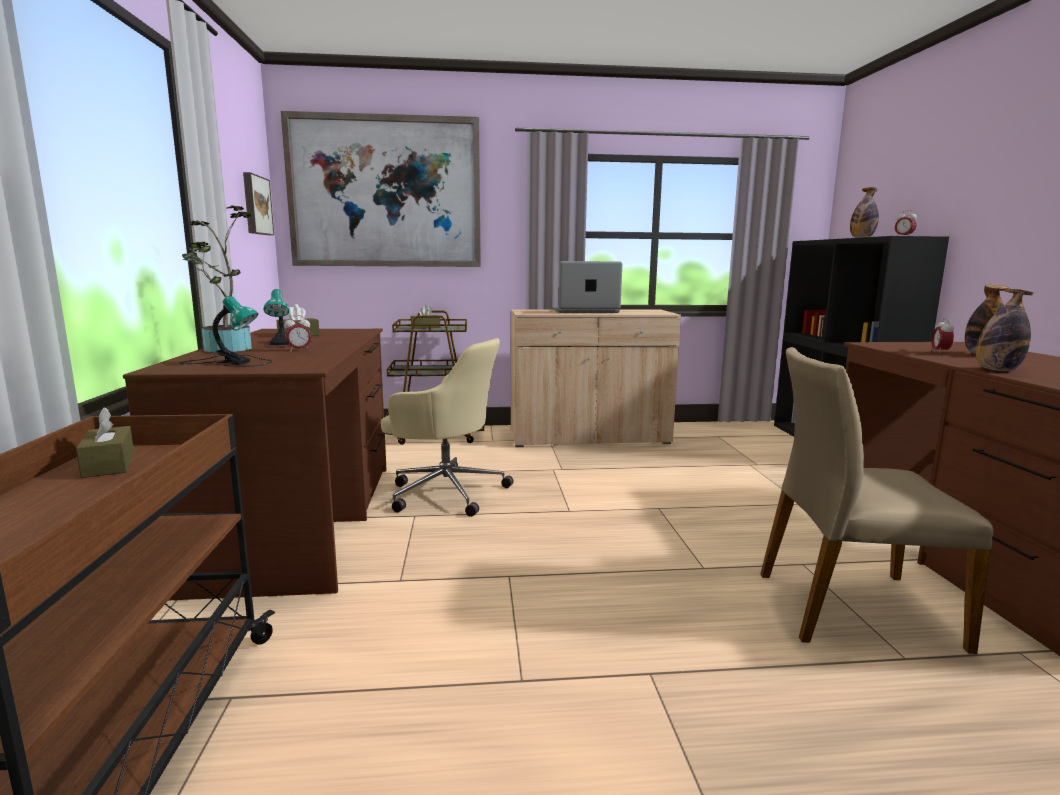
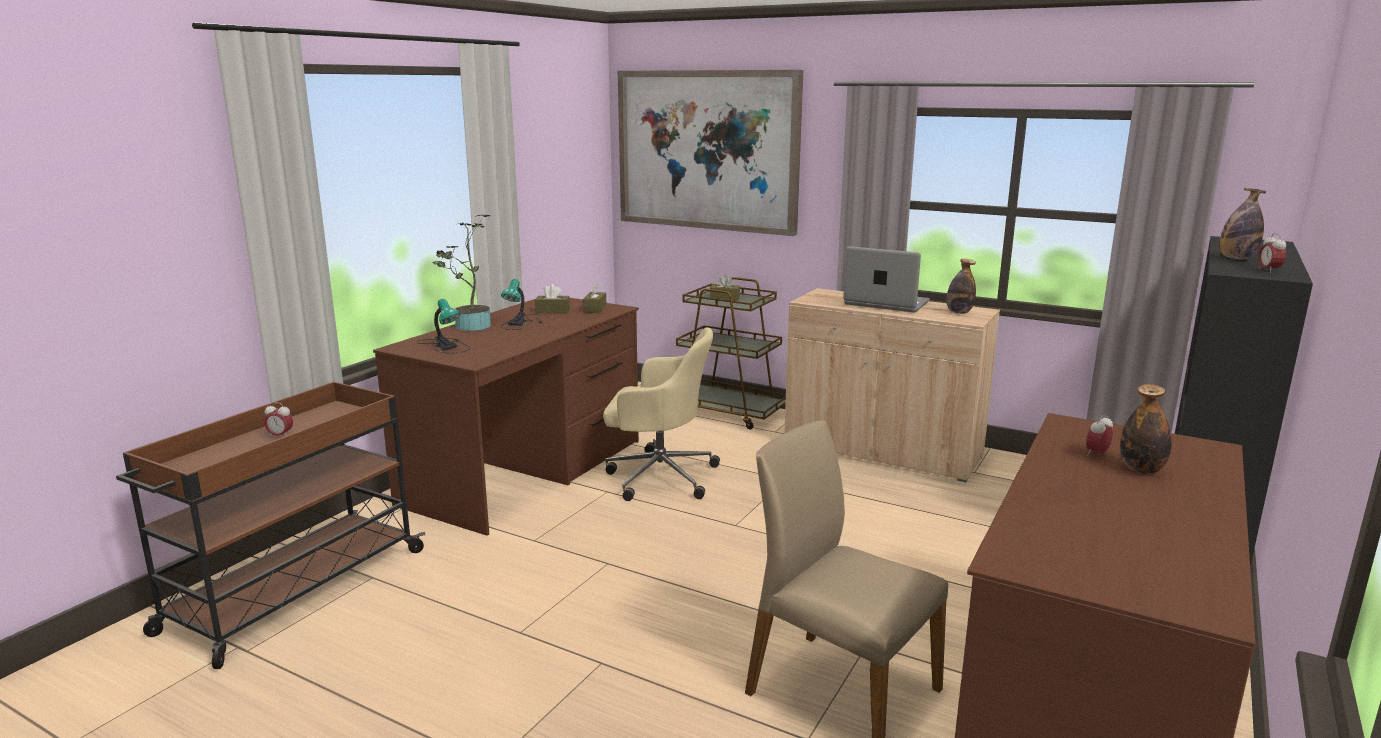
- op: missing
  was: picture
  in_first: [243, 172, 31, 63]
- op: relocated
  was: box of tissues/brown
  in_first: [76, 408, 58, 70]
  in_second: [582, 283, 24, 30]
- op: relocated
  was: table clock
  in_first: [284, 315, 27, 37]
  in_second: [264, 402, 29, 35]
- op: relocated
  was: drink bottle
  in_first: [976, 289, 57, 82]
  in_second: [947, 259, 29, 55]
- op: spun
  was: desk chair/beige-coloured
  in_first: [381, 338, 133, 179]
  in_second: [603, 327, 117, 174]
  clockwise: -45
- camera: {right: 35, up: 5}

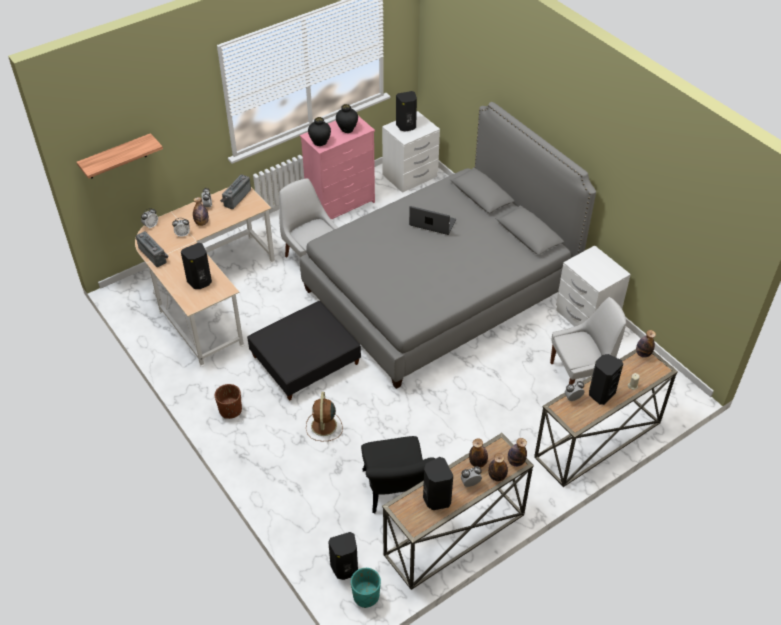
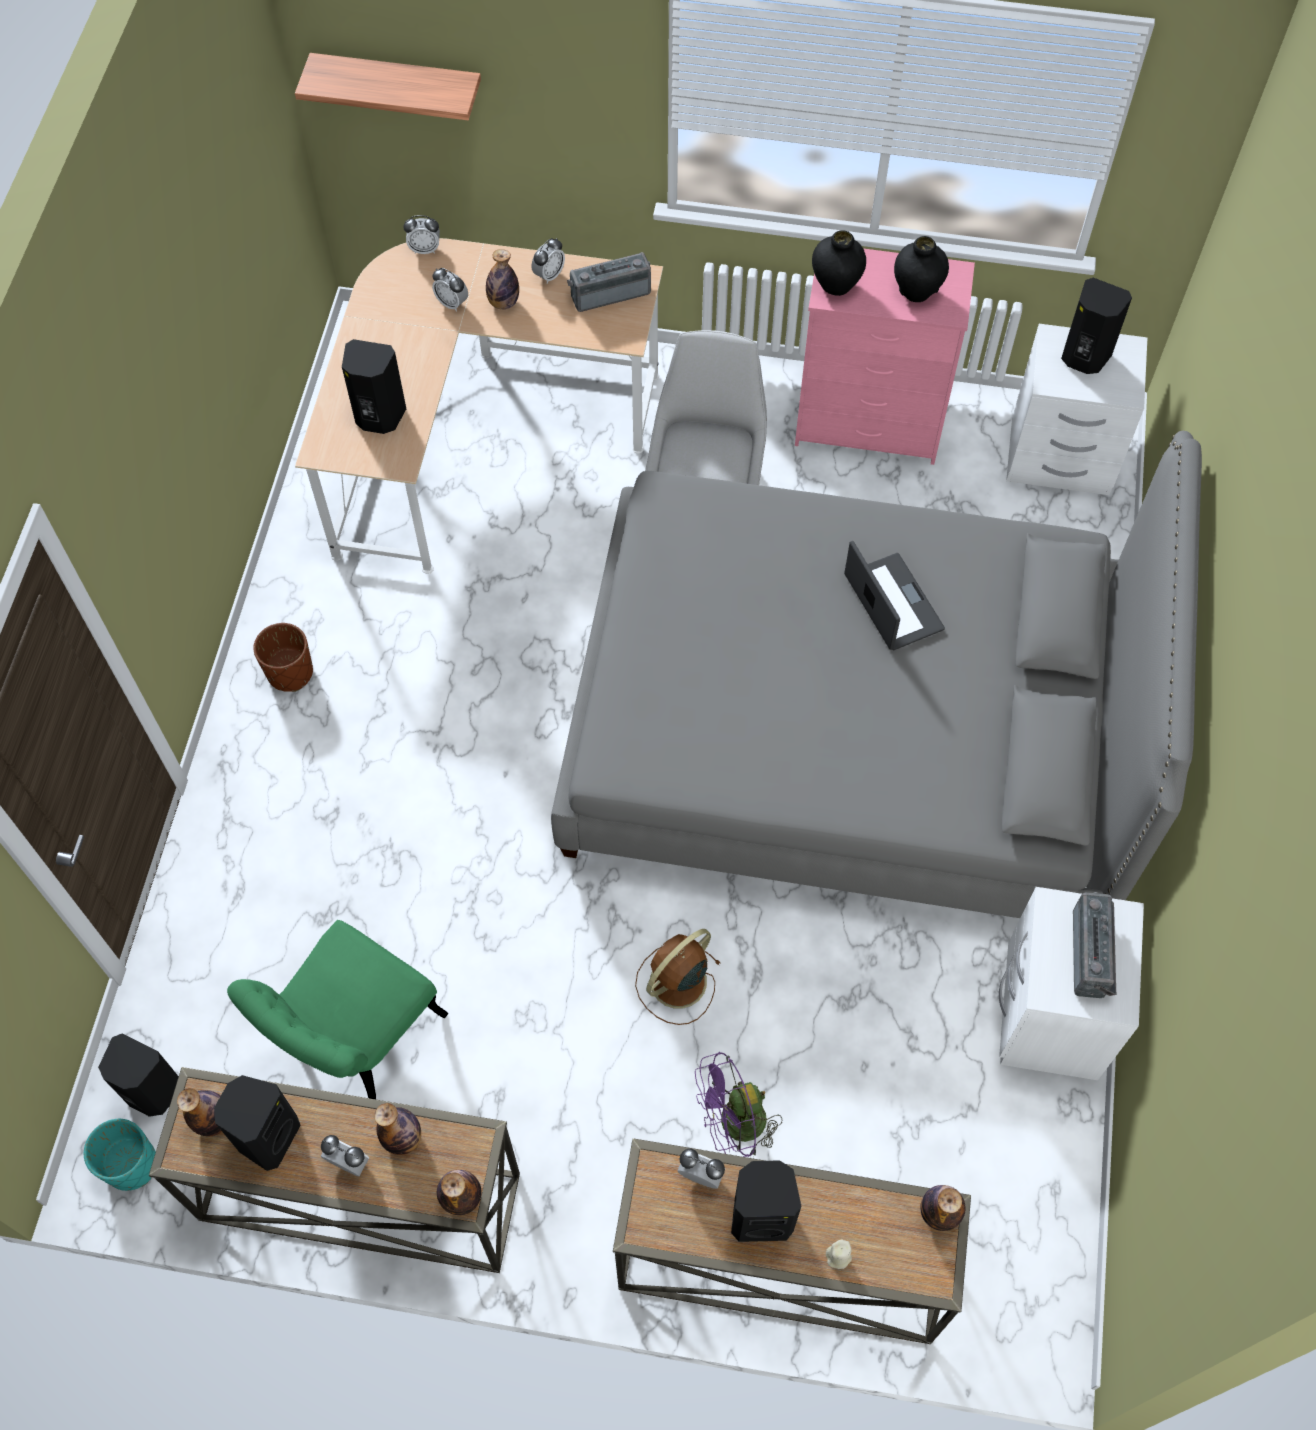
- op: missing
  was: footrest/black-coloured
  in_first: [247, 301, 114, 100]
- op: missing
  was: plain chair/white
  in_first: [550, 297, 76, 87]
- op: appeared
  now: fan/purplish
  in_second: [695, 1052, 87, 106]
- op: relocated
  was: radio
  in_first: [136, 231, 33, 36]
  in_second: [1073, 892, 43, 106]
- op: relocated
  was: fan/brown
  in_first: [306, 392, 37, 49]
  in_second: [635, 929, 86, 96]
- op: relocated
  was: drink bottle
  in_first: [488, 453, 20, 29]
  in_second: [177, 1088, 45, 48]
- op: colour
  was: plain chair/black-coloured
  now: plain chair/green-coloured
  in_first: [361, 436, 74, 78]
  in_second: [227, 920, 222, 179]
- camera: {right: 45, up: 15}

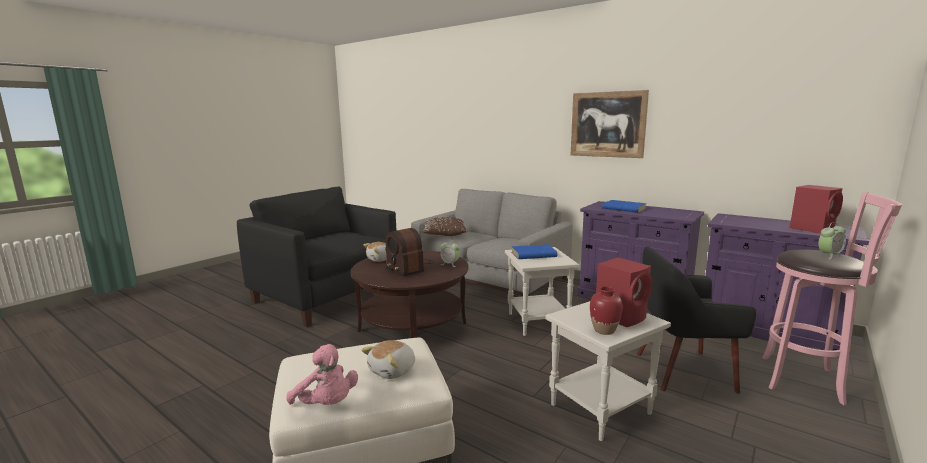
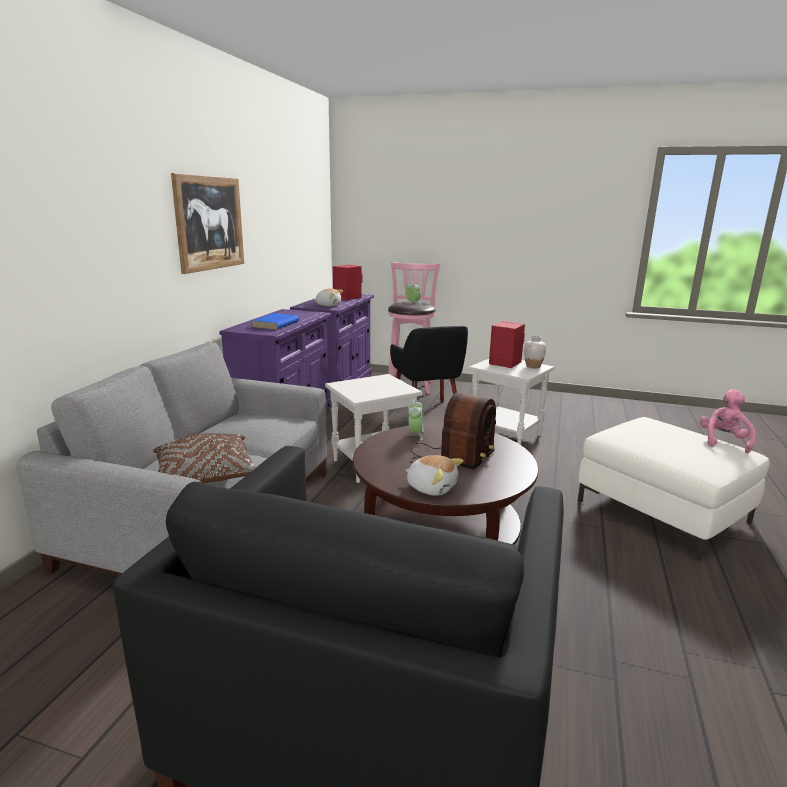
- op: missing
  was: book/bluish
  in_first: [511, 244, 46, 15]
- op: relocated
  was: soft toy
  in_first: [361, 340, 54, 39]
  in_second: [314, 289, 29, 17]
- op: colour
  was: vase/red-coloured
  now: vase/white
  in_first: [590, 286, 33, 49]
  in_second: [524, 336, 22, 32]
- camera: {right: -110, up: 5}

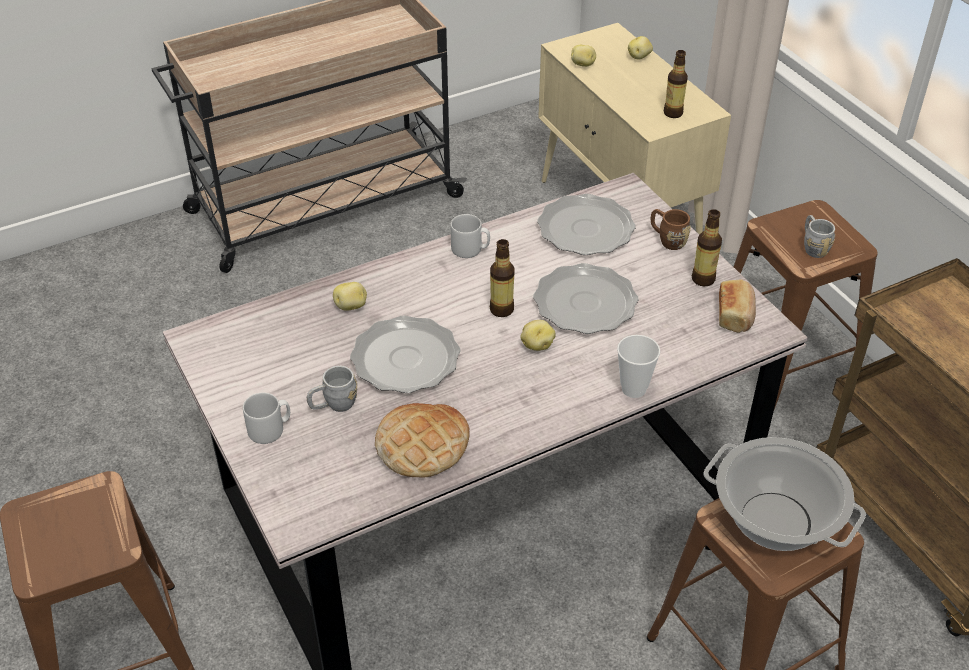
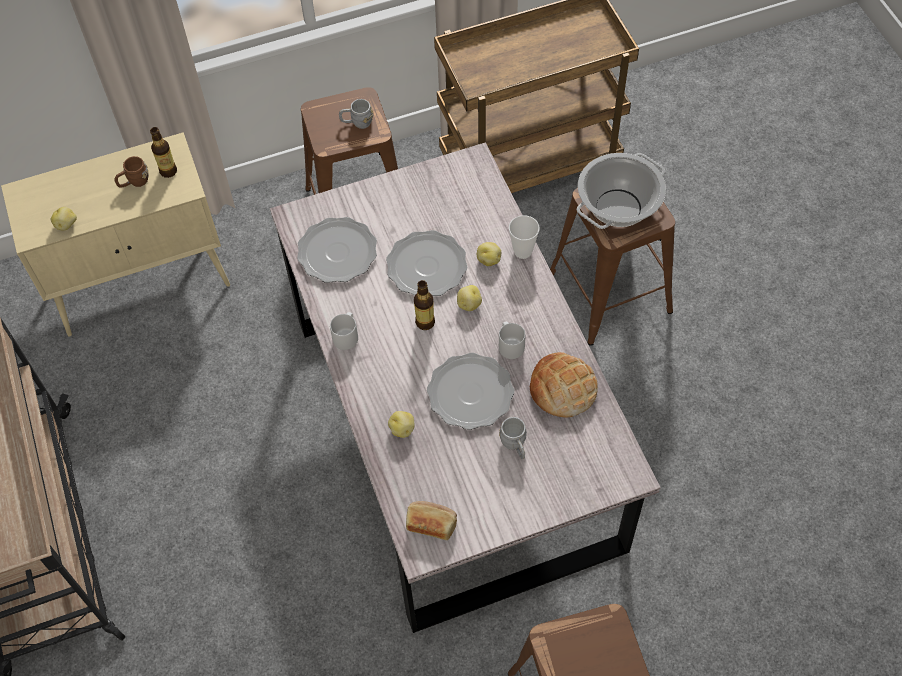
- op: missing
  was: drink bottle
  in_first: [692, 209, 30, 78]
- op: relocated
  was: tea mug/grey
  in_first: [243, 393, 47, 51]
  in_second: [499, 322, 27, 37]
- op: relocated
  was: potato
  in_first: [628, 36, 25, 24]
  in_second: [477, 242, 24, 24]
- op: relocated
  was: tea mug/brown
  in_first: [651, 209, 40, 41]
  in_second: [114, 156, 35, 31]
- op: relocated
  was: bread
  in_first: [719, 279, 37, 54]
  in_second: [406, 501, 51, 39]
- camera: {right: -80, up: 15}

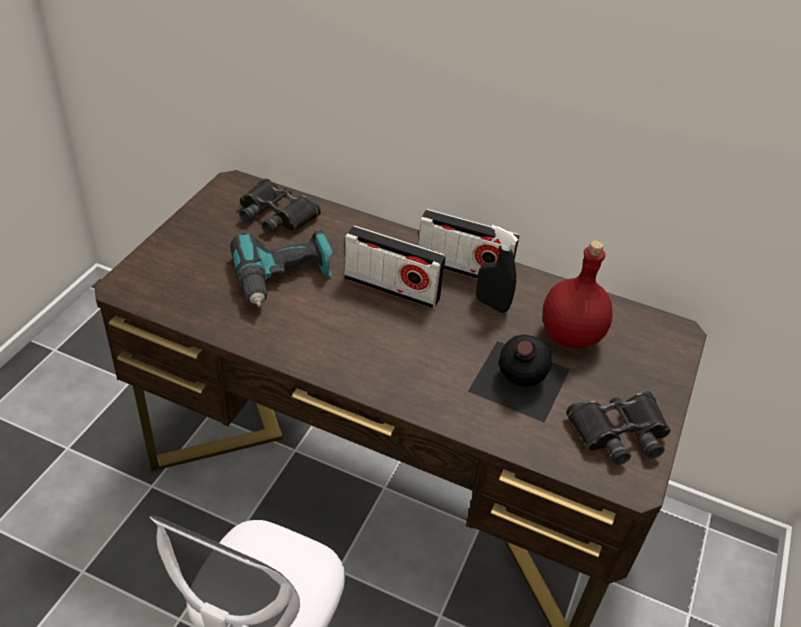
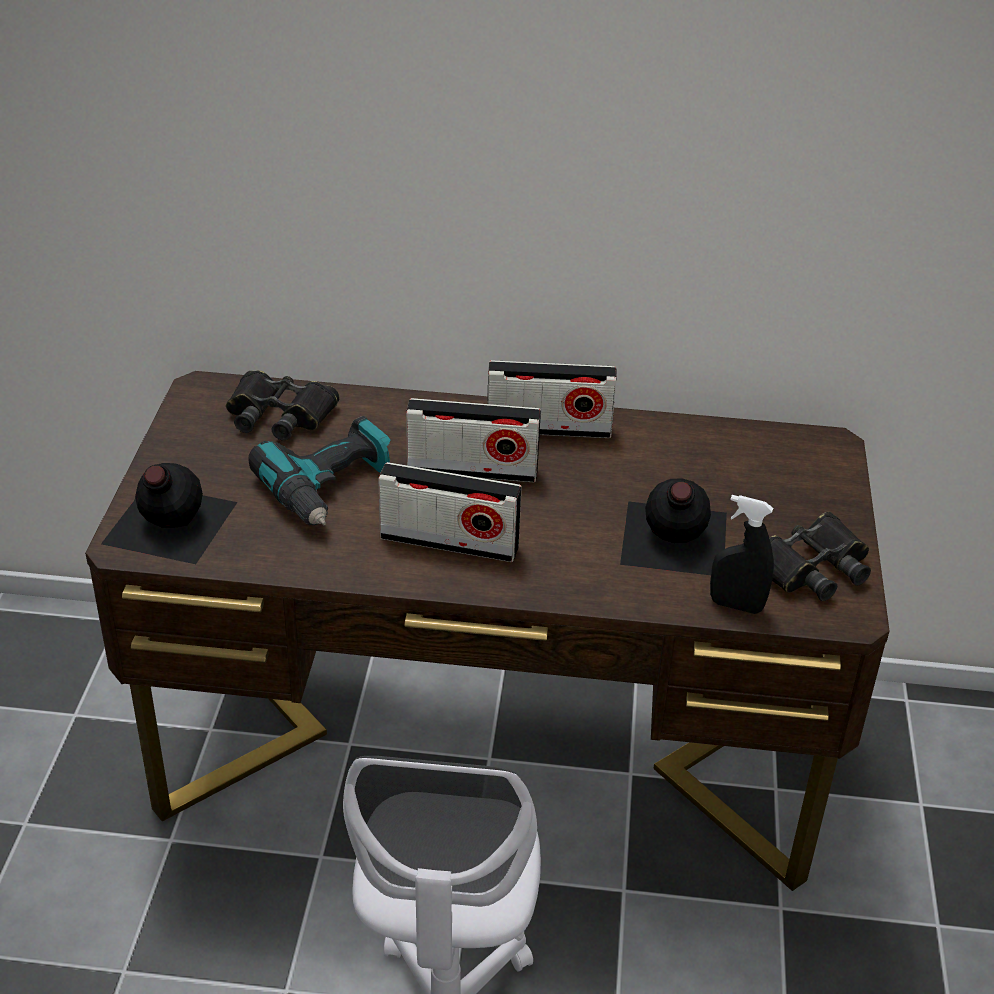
- op: missing
  was: drink bottle/red-coloured
  in_first: [542, 240, 71, 108]
- op: appeared
  now: drink bottle/black-coloured
  in_second: [101, 463, 137, 101]
- op: appeared
  now: radio
  in_second: [378, 462, 144, 100]
- op: relocated
  was: hand sprayer/black-coloured
  in_first: [476, 225, 42, 88]
  in_second: [710, 495, 64, 119]
- camera: {right: -15, up: -5}

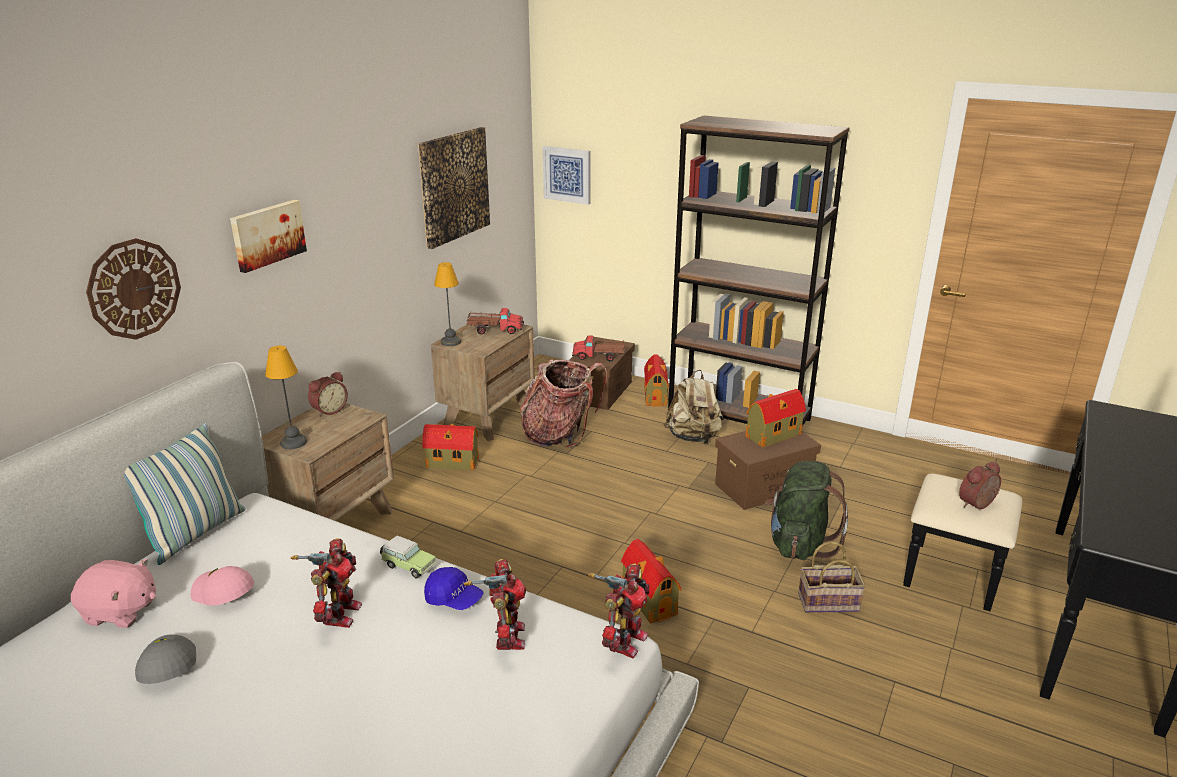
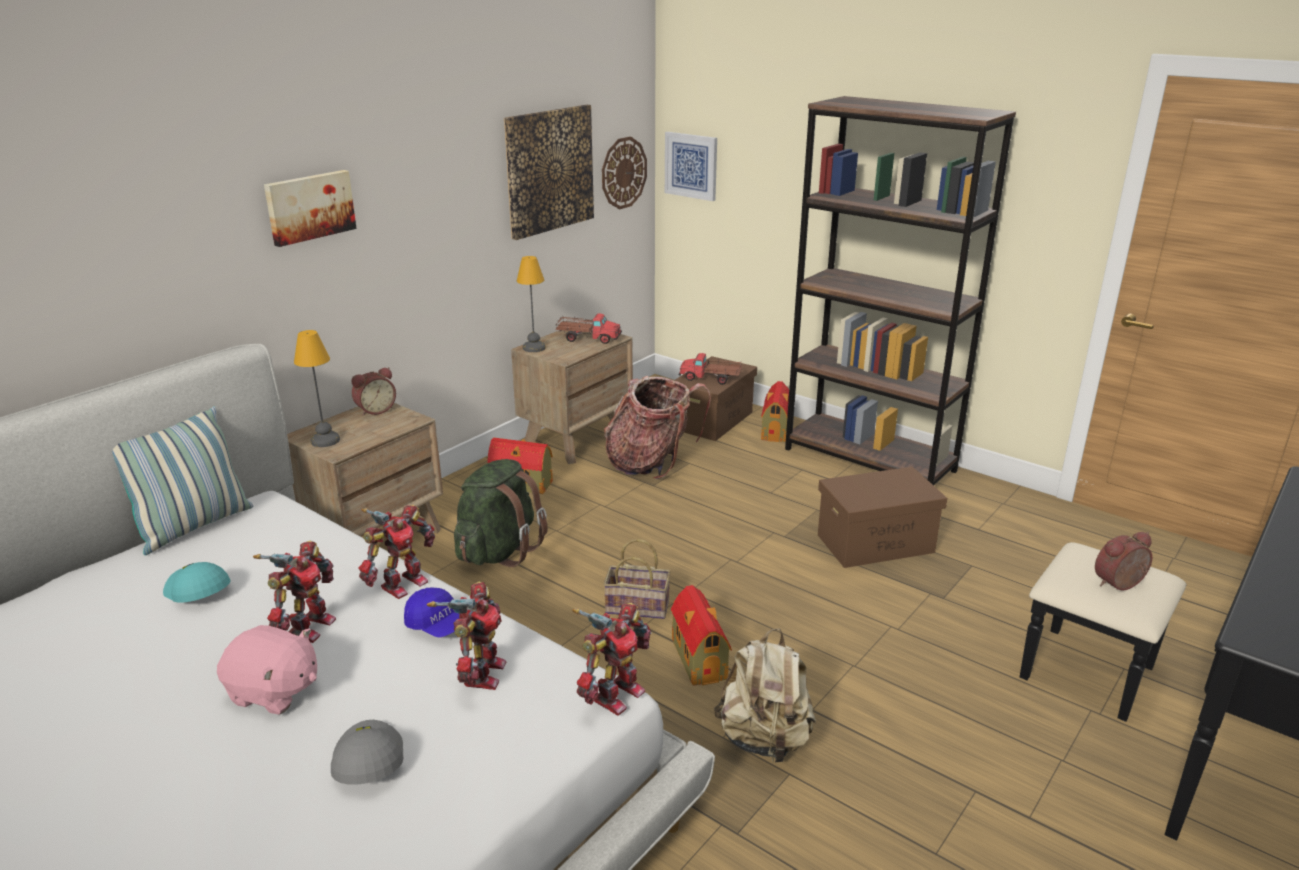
- op: missing
  was: toy house
  in_first: [746, 389, 60, 58]
- op: relocated
  was: soft toy/pink
  in_first: [71, 559, 85, 69]
  in_second: [217, 625, 100, 90]
- op: relocated
  was: wall clock
  in_first: [86, 238, 95, 102]
  in_second: [602, 137, 45, 72]
- op: relocated
  was: baseball cap/grey
  in_first: [135, 634, 61, 50]
  in_second: [331, 720, 72, 65]
- op: relocated
  was: rucksack/beige-coloured
  in_first: [664, 370, 60, 74]
  in_second: [714, 629, 102, 133]
- op: relocated
  was: rucksack/green-coloured
  in_first: [765, 461, 83, 99]
  in_second: [454, 459, 94, 108]
- op: relocated
  was: basket
  in_first: [798, 541, 67, 72]
  in_second: [603, 539, 68, 80]
- op: exchanged
  was: toy car
  now: toy robot
  in_first: [380, 536, 56, 42]
  in_second: [359, 505, 76, 94]
- op: colour
  was: baseball cap/pink
  now: baseball cap/turquoise-coloured
  in_first: [191, 566, 63, 40]
  in_second: [163, 562, 67, 41]
- camera: {right: 10, up: 0}

